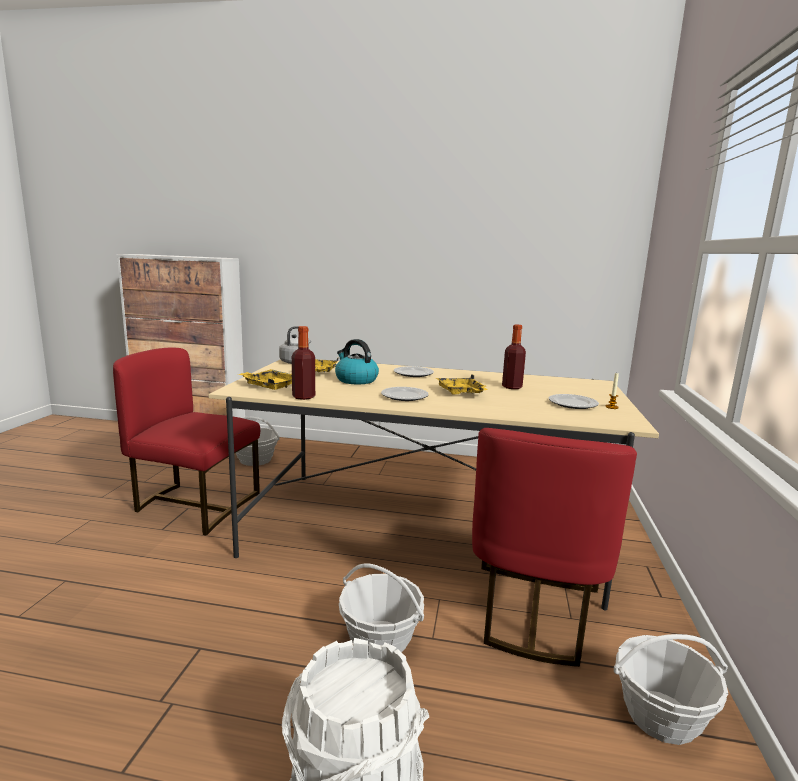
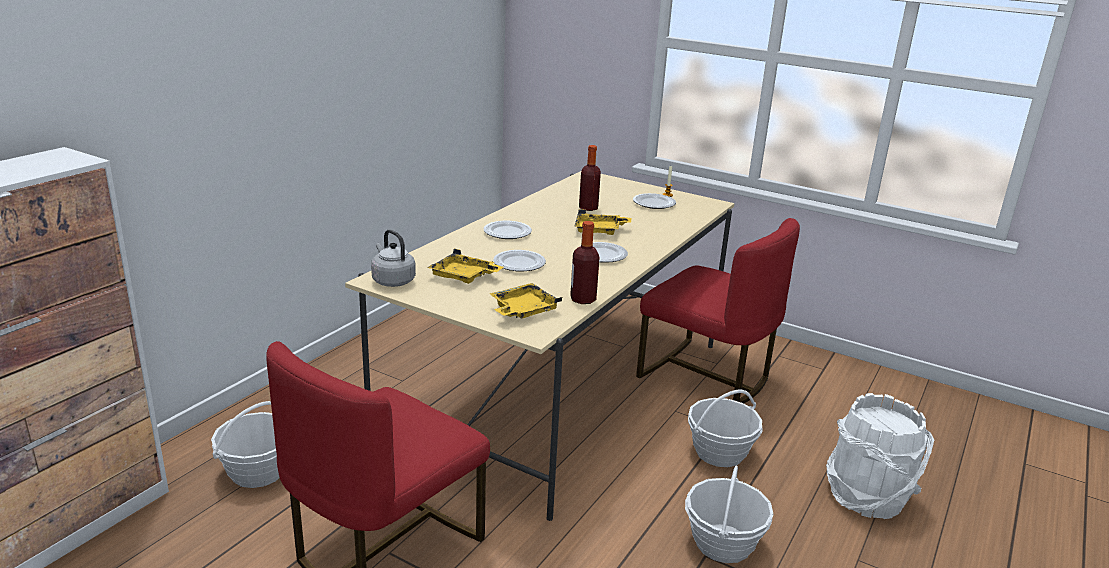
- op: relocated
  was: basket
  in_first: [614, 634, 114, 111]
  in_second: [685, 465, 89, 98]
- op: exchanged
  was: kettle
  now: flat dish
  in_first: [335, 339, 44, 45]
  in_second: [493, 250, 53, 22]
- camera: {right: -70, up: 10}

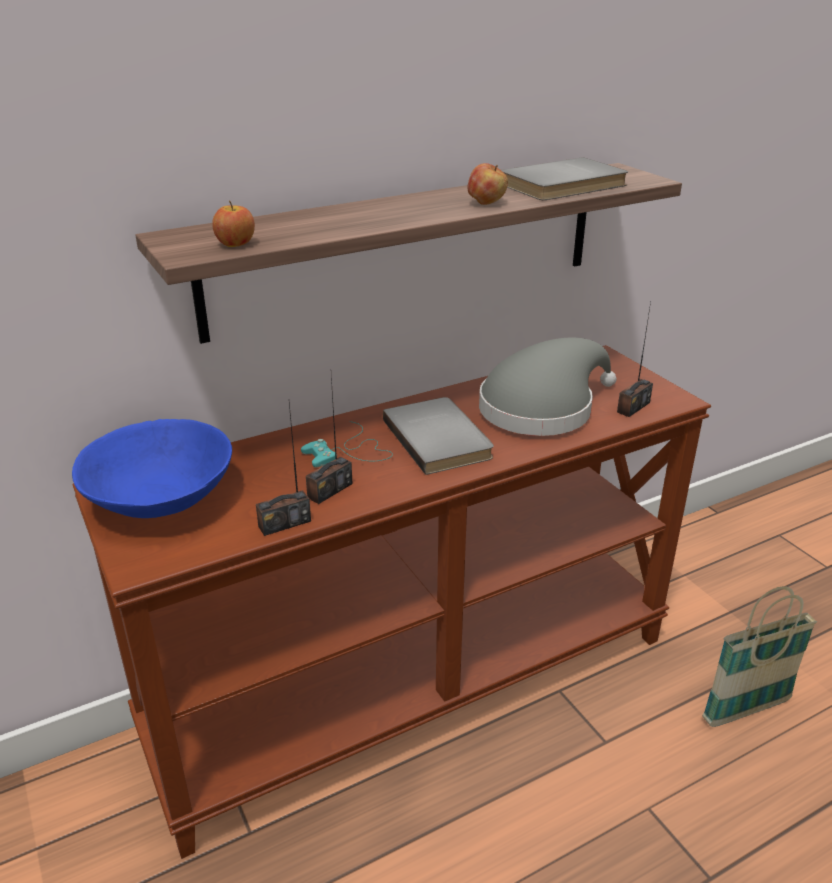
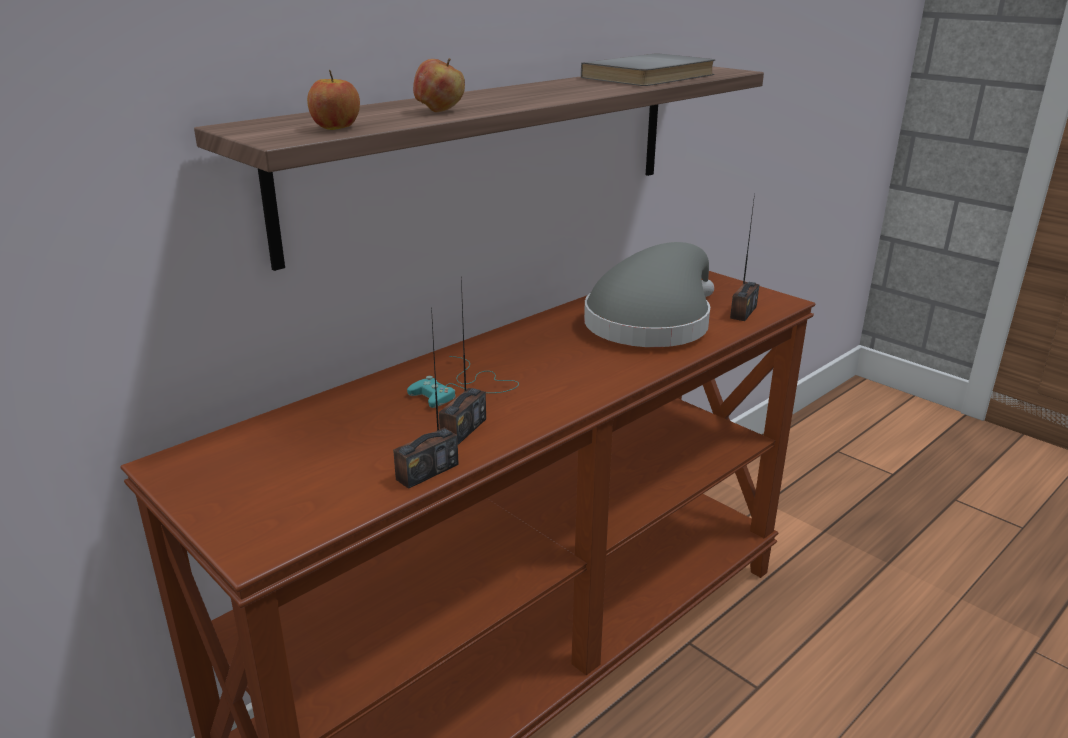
- op: missing
  was: serving bowl/bluish
  in_first: [72, 419, 160, 99]
- op: missing
  was: book/grey
  in_first: [383, 397, 111, 78]
- op: missing
  was: basket
  in_first: [702, 586, 115, 141]
- op: relocated
  was: whole apple
  in_first: [468, 163, 40, 42]
  in_second: [413, 58, 52, 54]
- camera: {right: -15, up: -5}

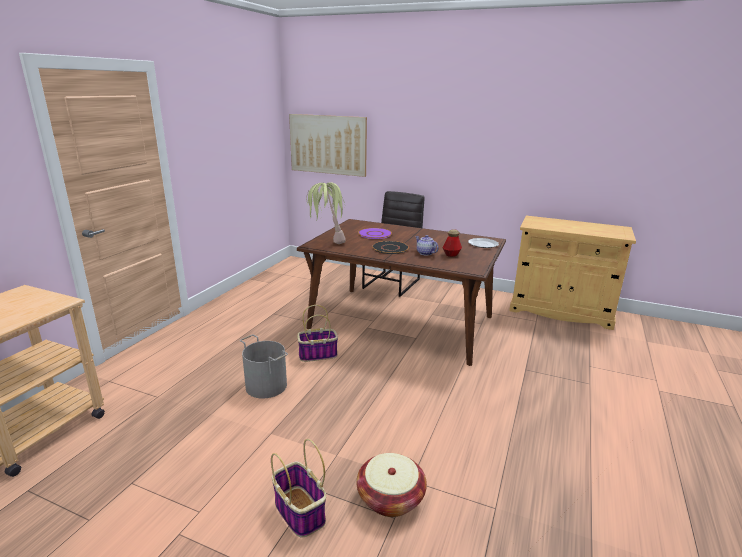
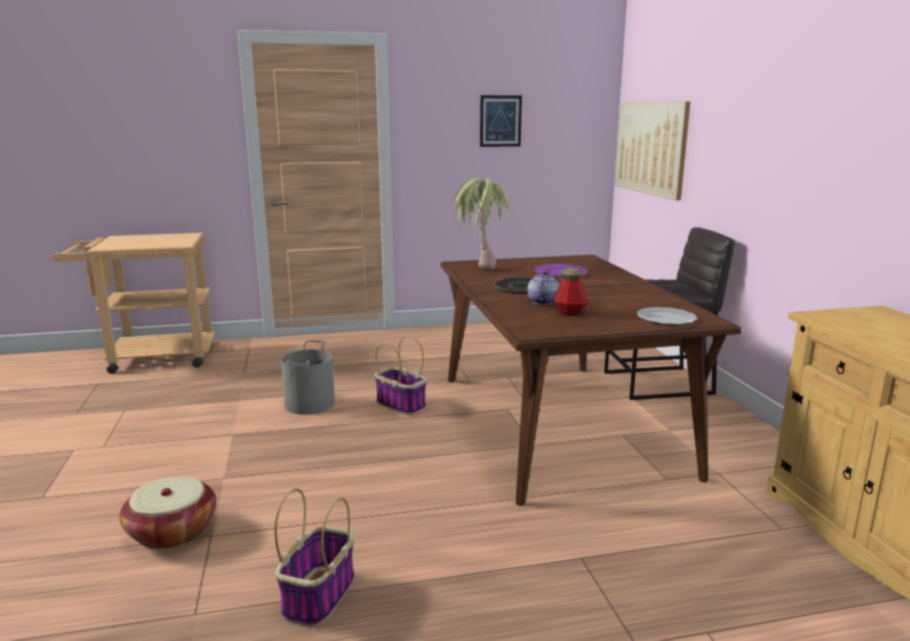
- op: appeared
  now: picture
  in_second: [480, 95, 42, 52]
- op: relocated
  was: basket
  in_first: [271, 439, 55, 98]
  in_second: [274, 488, 80, 139]
- camera: {right: 55, up: -5}

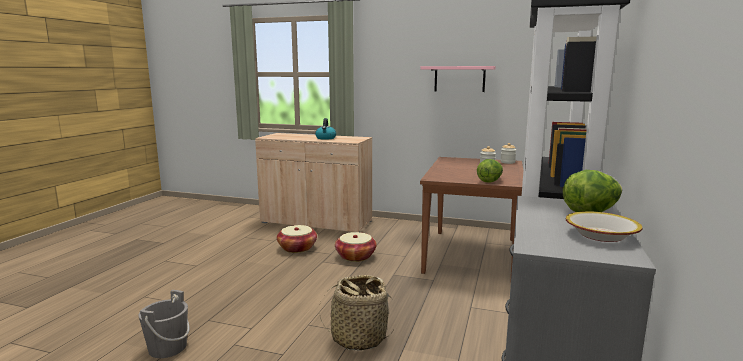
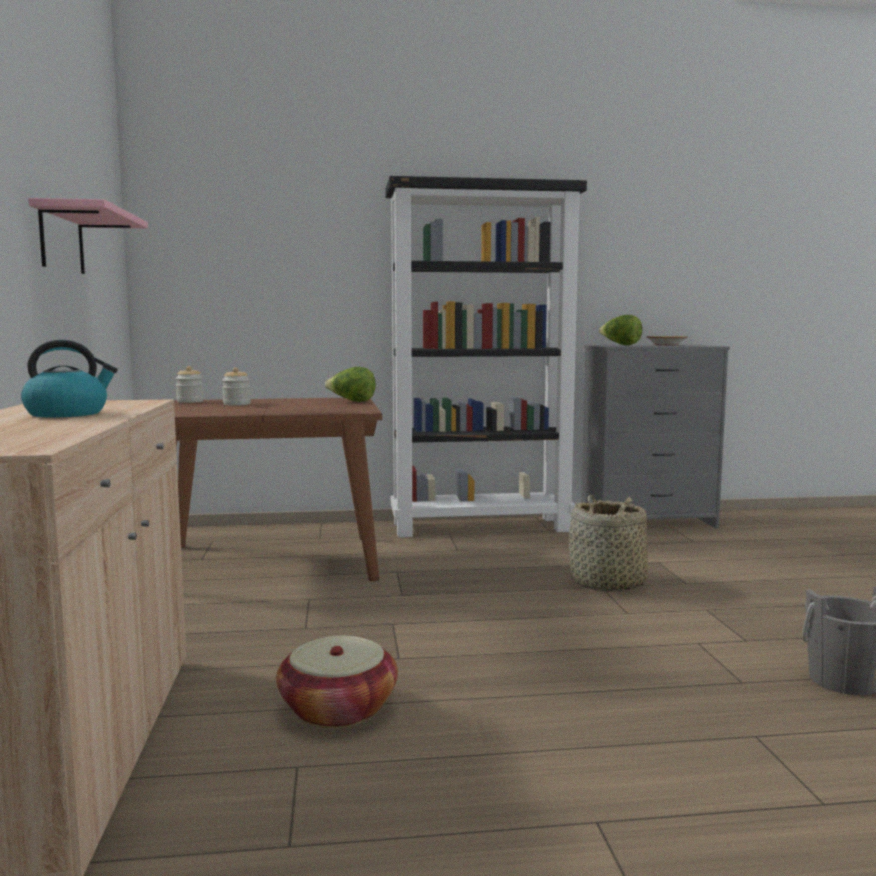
- op: missing
  was: basket
  in_first: [335, 232, 42, 30]
- camera: {right: -115, up: -5}

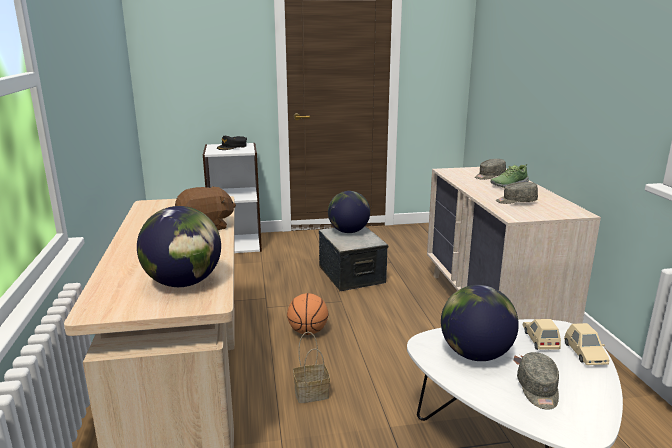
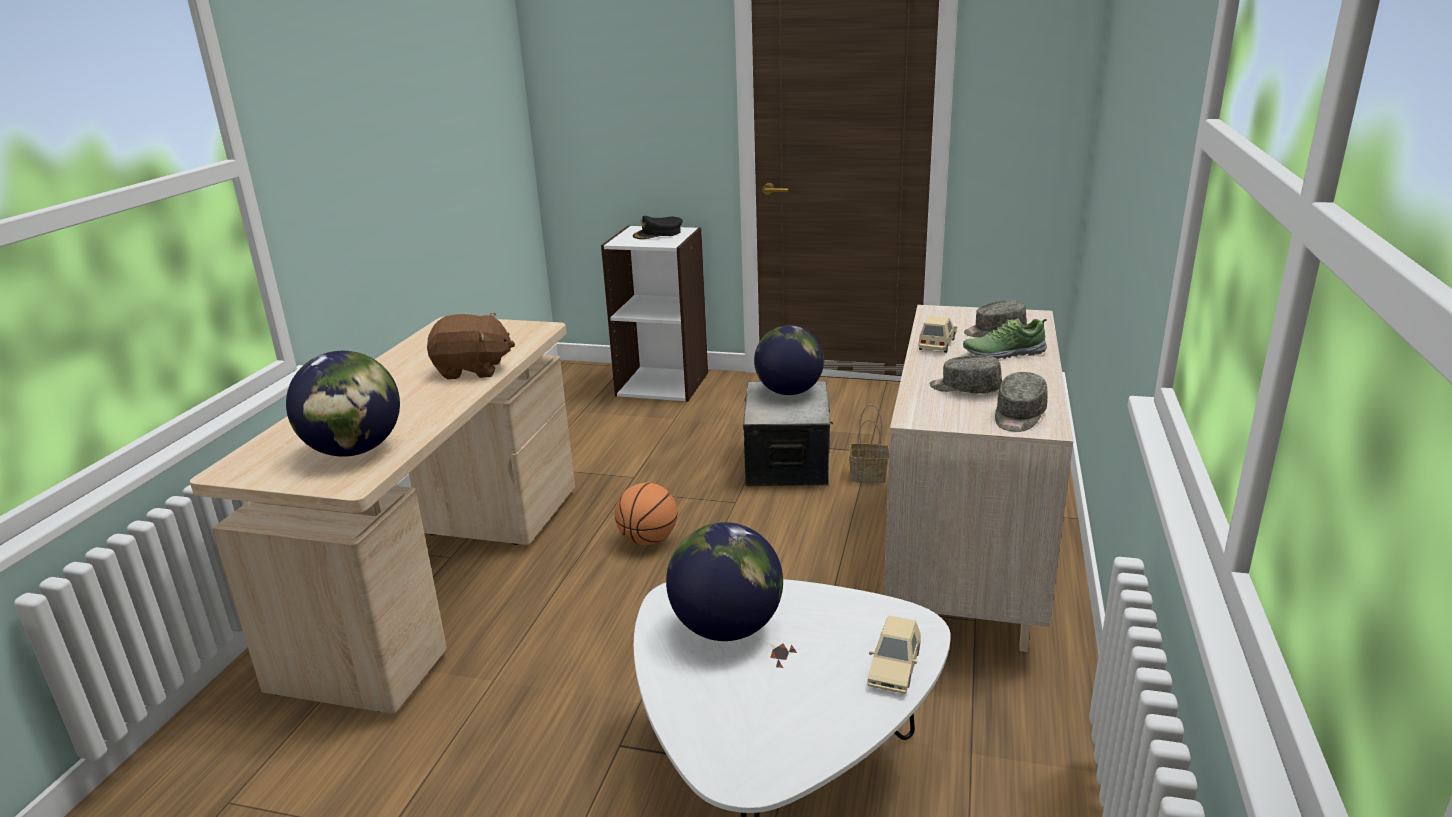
- op: relocated
  was: basket
  in_first: [293, 332, 37, 71]
  in_second: [849, 404, 40, 79]
- op: relocated
  was: baseball cap/grey
  in_first: [517, 352, 42, 58]
  in_second: [995, 372, 53, 60]
- op: relocated
  was: toy car/beige-coloured
  in_first: [522, 319, 39, 31]
  in_second: [918, 316, 39, 37]
- camera: {right: 25, up: 5}

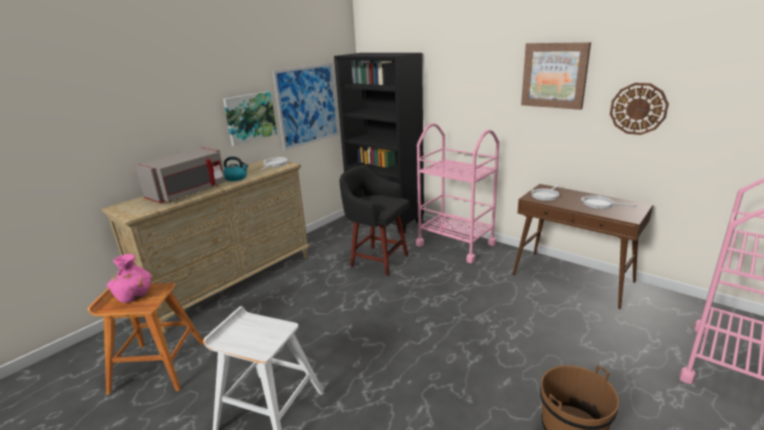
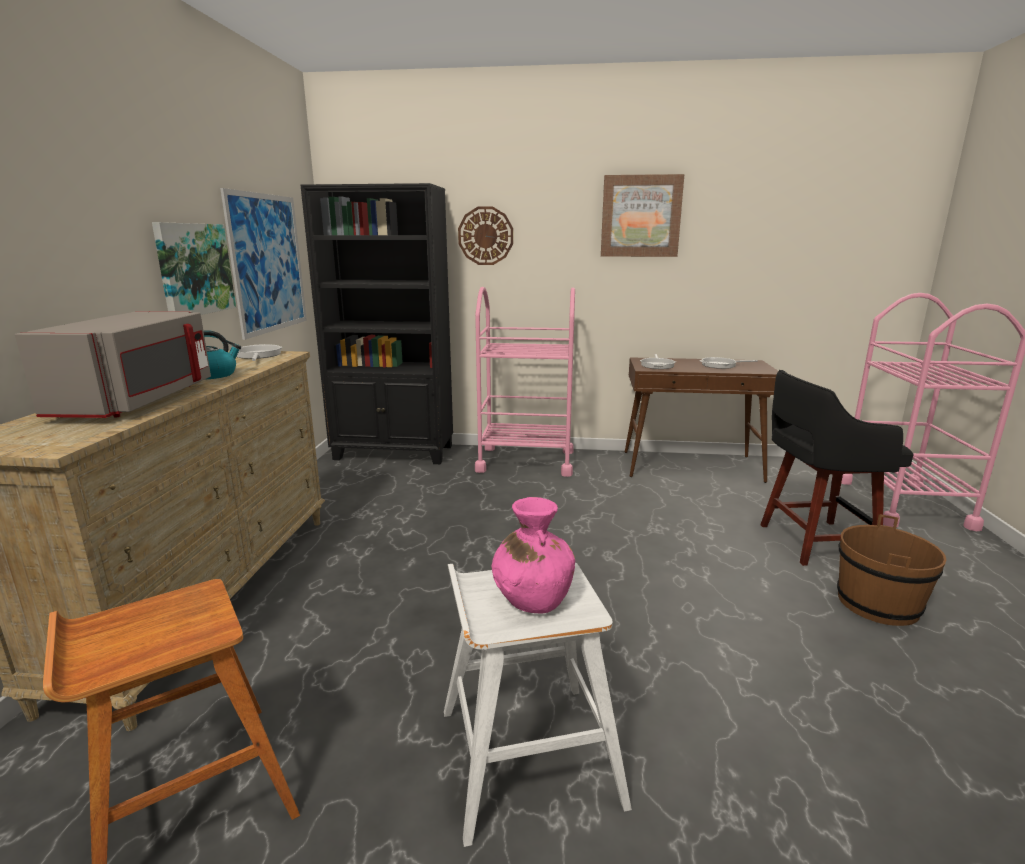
- op: relocated
  was: vase/pink
  in_first: [107, 254, 45, 49]
  in_second: [491, 497, 84, 116]
- op: relocated
  was: stool/black-coloured
  in_first: [339, 165, 71, 111]
  in_second: [760, 370, 154, 196]
- op: relocated
  was: wall clock
  in_first: [610, 83, 59, 52]
  in_second: [458, 206, 55, 59]
- camera: {right: -35, up: -5}

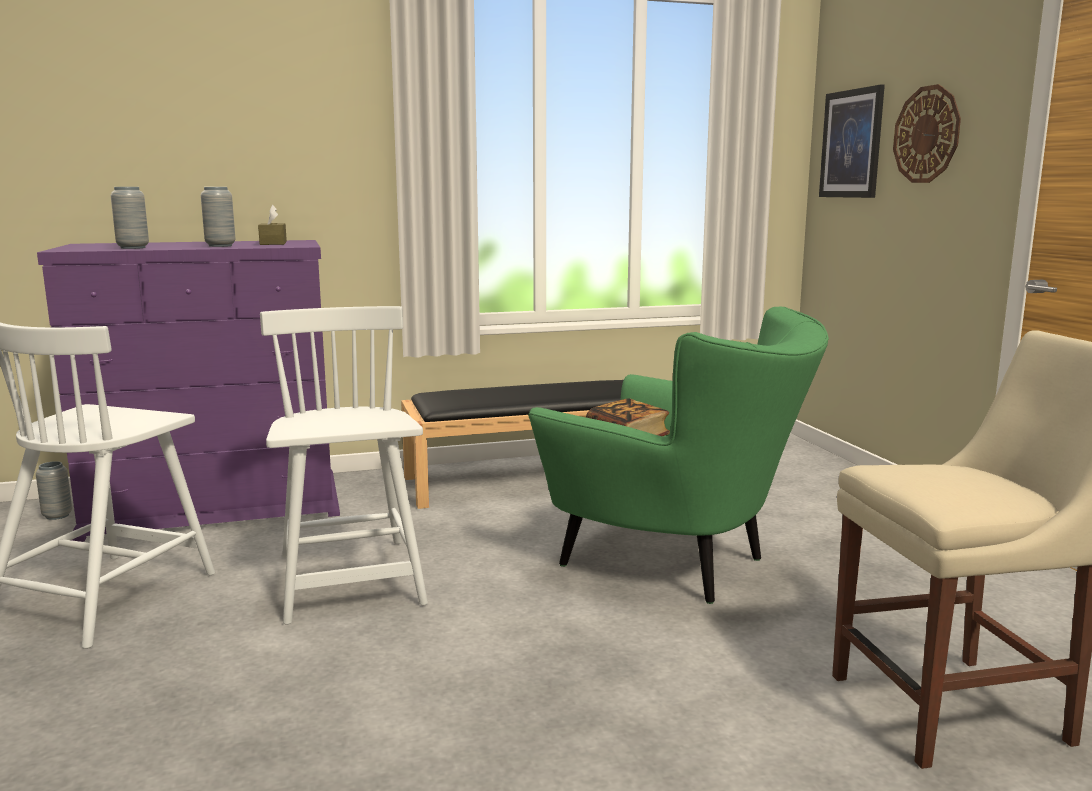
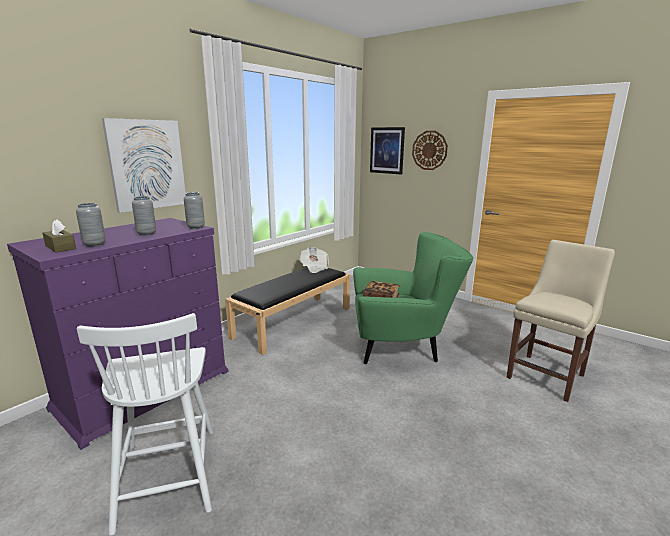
- op: missing
  was: plain chair/white
  in_first: [260, 306, 168, 319]
- op: appeared
  now: picture
  in_second: [102, 118, 84, 95]
- op: appeared
  now: daily paper
  in_second: [300, 247, 29, 26]
- op: relocated
  was: vase/grey
  in_first: [36, 461, 36, 59]
  in_second: [184, 192, 21, 37]
- op: relocated
  was: box of tissues/brown
  in_first: [258, 205, 29, 40]
  in_second: [42, 219, 34, 34]
- camera: {right: -35, up: 5}

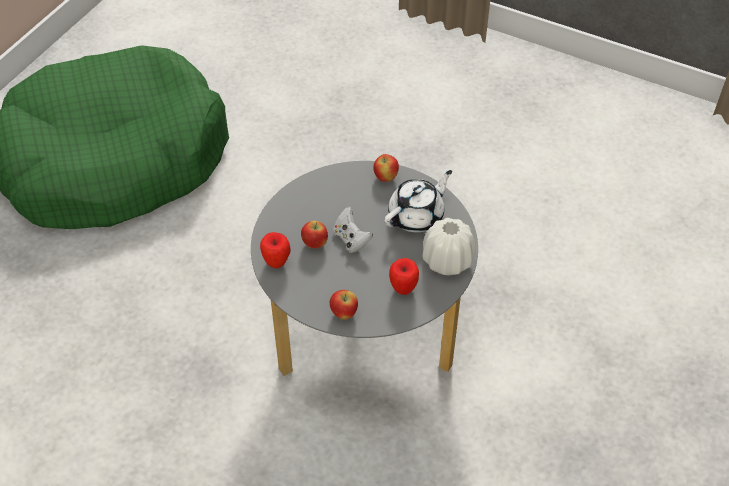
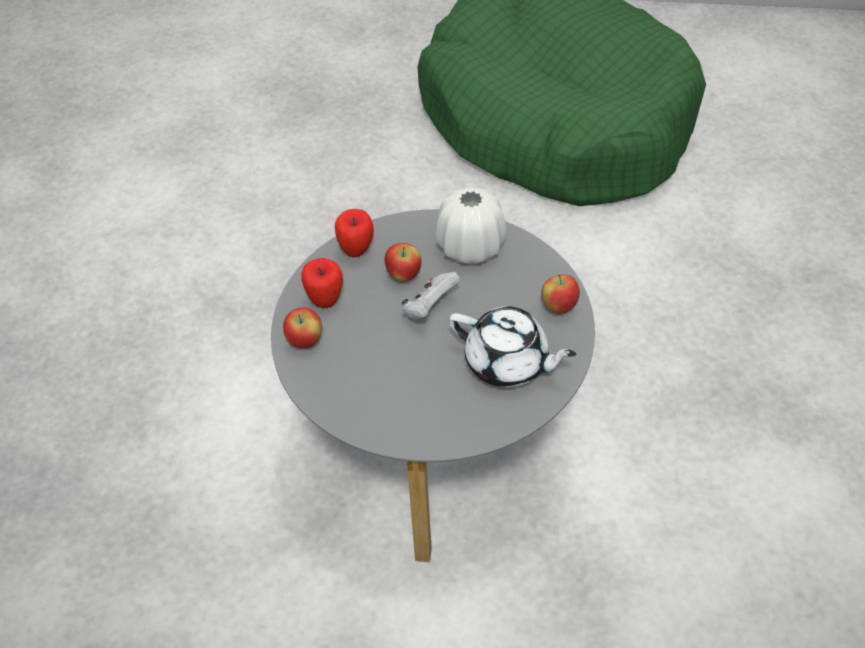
- op: relocated
  was: whole apple
  in_first: [389, 258, 30, 37]
  in_second: [301, 258, 42, 50]
- op: relocated
  was: vase/white
  in_first: [423, 218, 53, 57]
  in_second: [435, 187, 72, 77]
- camera: {right: 70, up: 0}

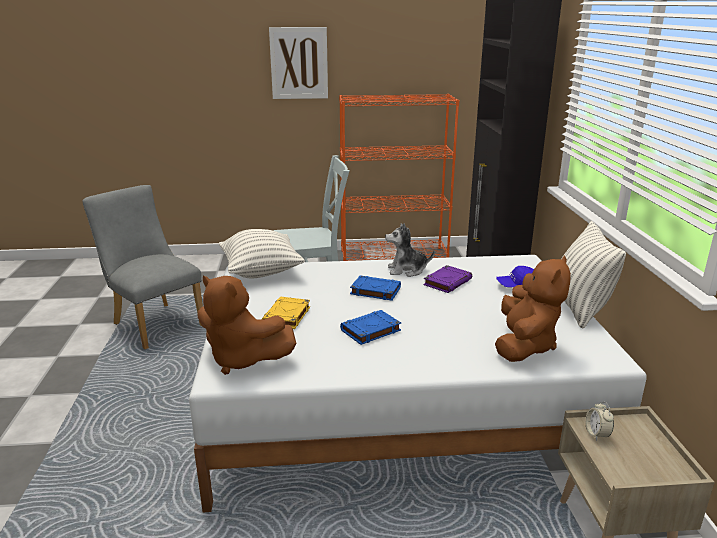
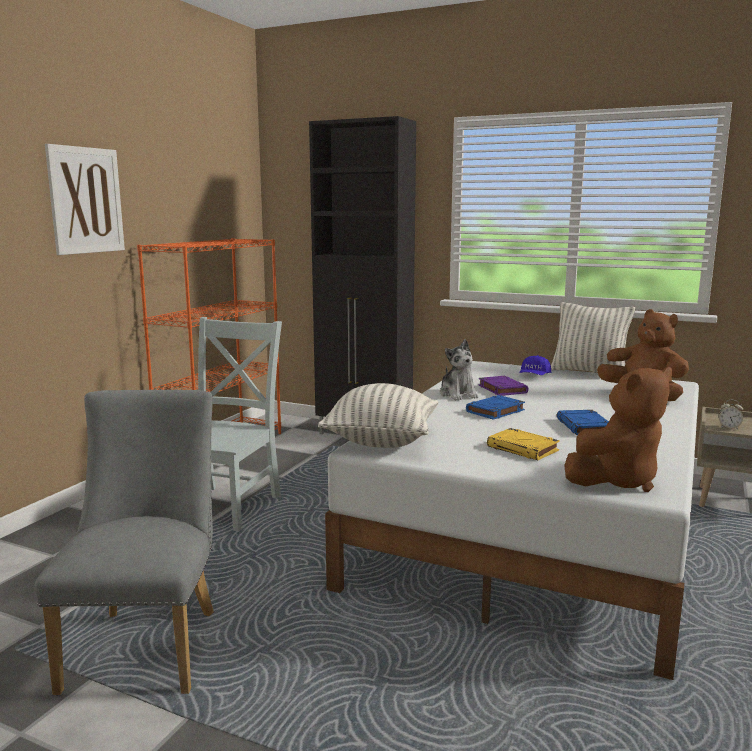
- op: spun
  was: plain chair/grey
  in_first: [82, 185, 121, 164]
  in_second: [34, 390, 180, 306]
  clockwise: 105
- op: spun
  was: soft toy
  in_first: [385, 223, 50, 54]
  in_second: [440, 339, 38, 61]
  clockwise: -45
- camera: {right: -60, up: -10}

